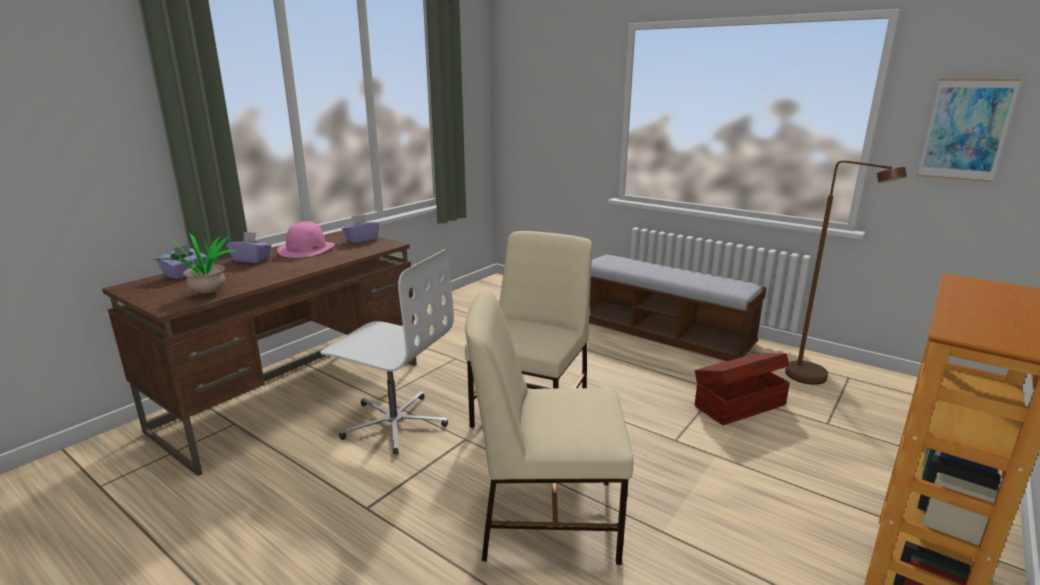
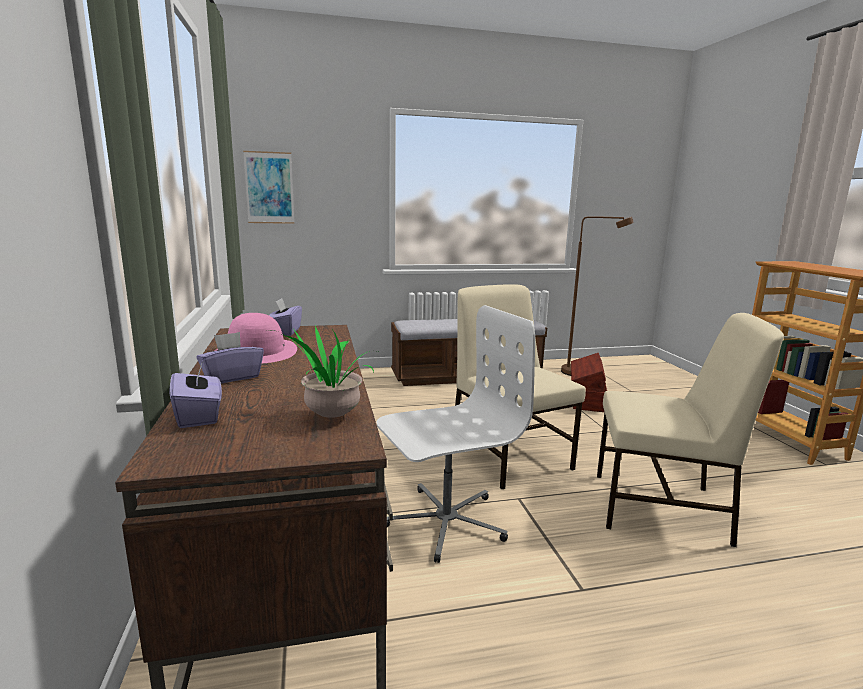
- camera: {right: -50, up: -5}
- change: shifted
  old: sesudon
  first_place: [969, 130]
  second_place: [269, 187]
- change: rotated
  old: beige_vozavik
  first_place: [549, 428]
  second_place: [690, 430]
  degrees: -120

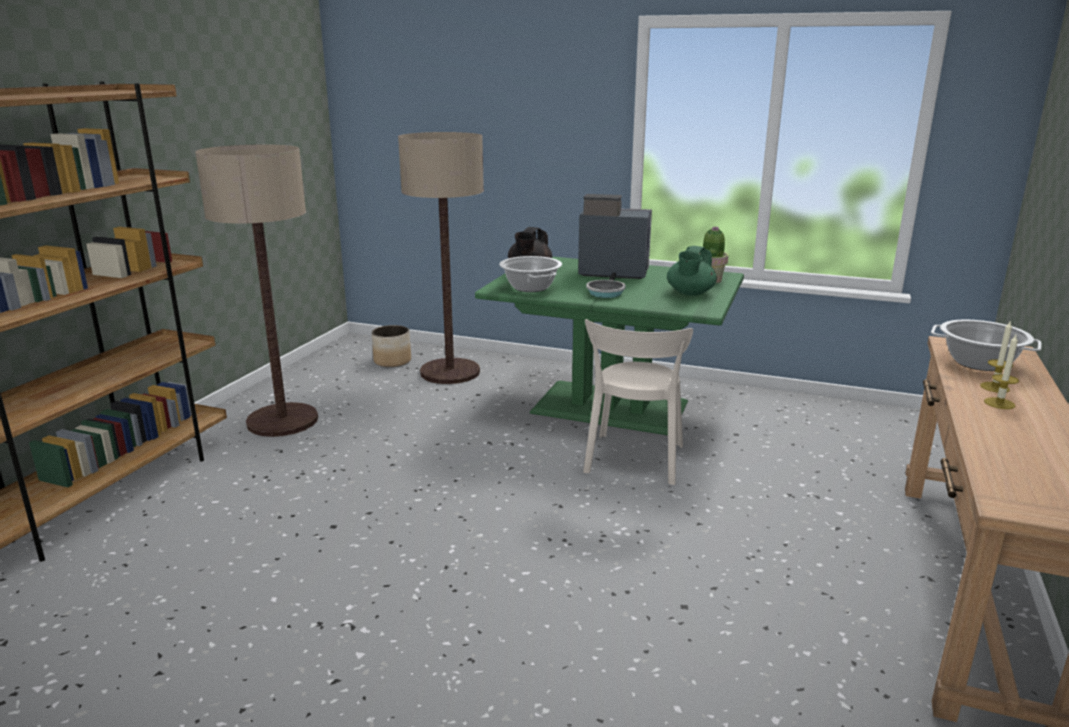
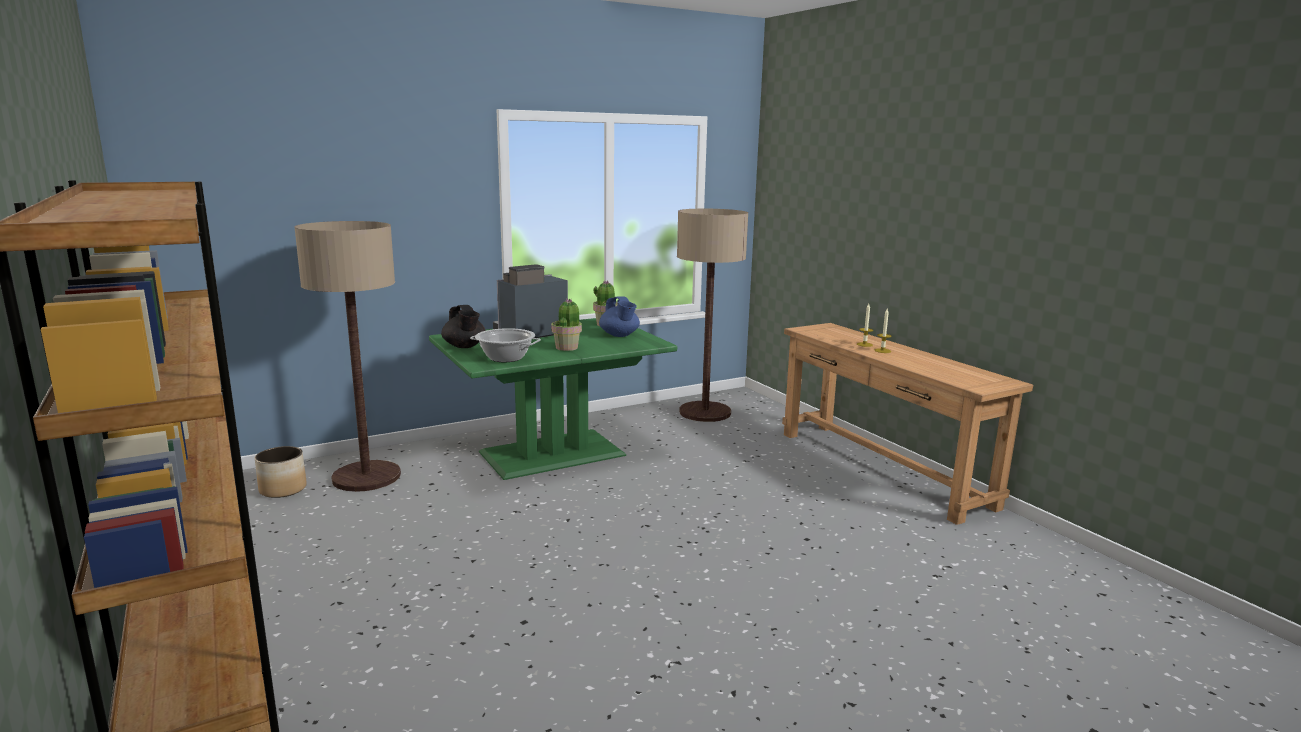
- camera: {right: -50, up: -5}
- change: shifted
  old: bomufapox
  first_place: [256, 291]
  second_place: [712, 315]
- change: repainted
  old: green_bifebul
  new: blue_bifebul
  first_place: [692, 271]
  second_place: [619, 316]
- change: swapped
  old: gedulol
  new: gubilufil
  first_place: [606, 285]
  second_place: [566, 324]
- change: gone
  old: beige_vozavik
  first_place: [638, 402]
- change: gone
  old: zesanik
  first_place: [986, 345]

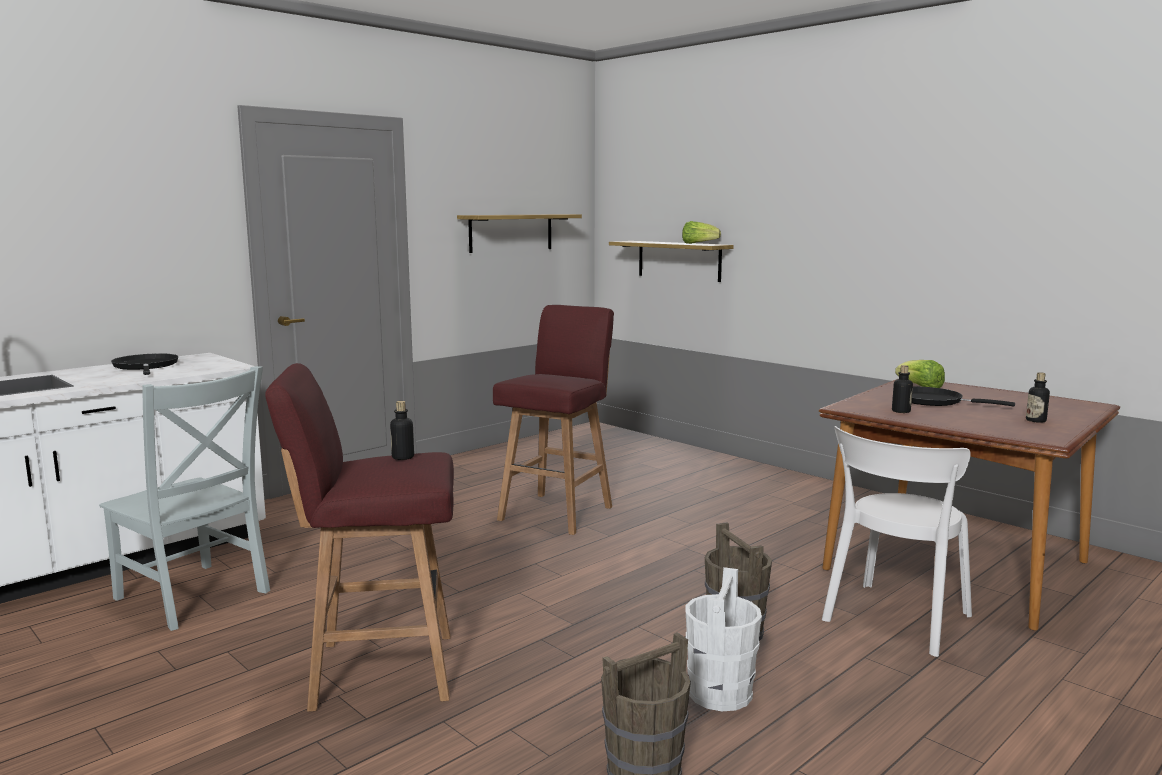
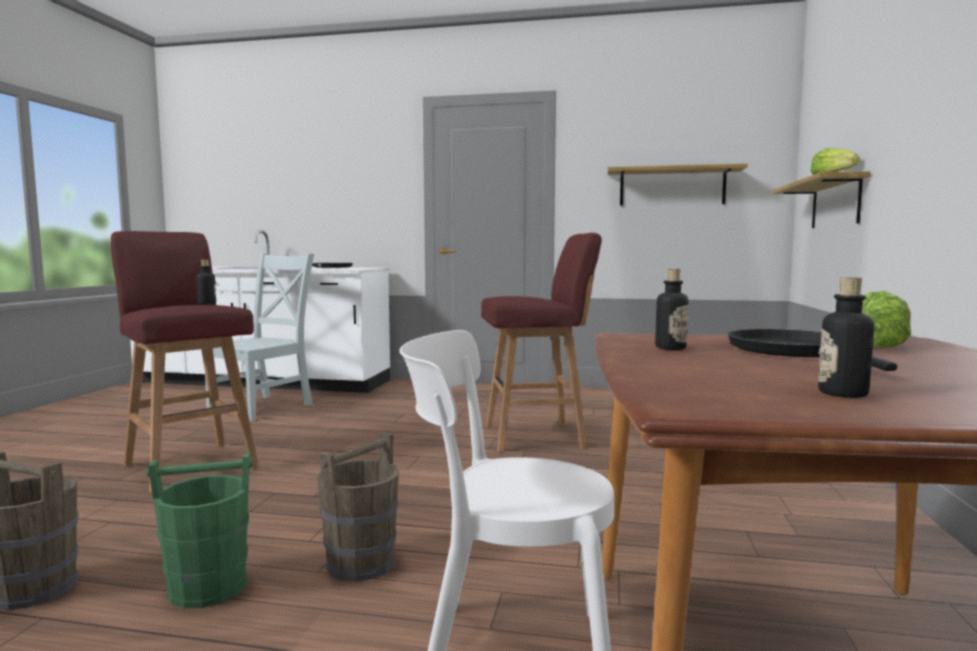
- camera: {right: 55, up: -5}
- change: rotated
  old: grey_vozavik
  first_place: [184, 498]
  second_place: [259, 337]
  degrees: -150
- change: repainted
  old: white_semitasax
  new: green_semitasax
  first_place: [723, 639]
  second_place: [200, 530]

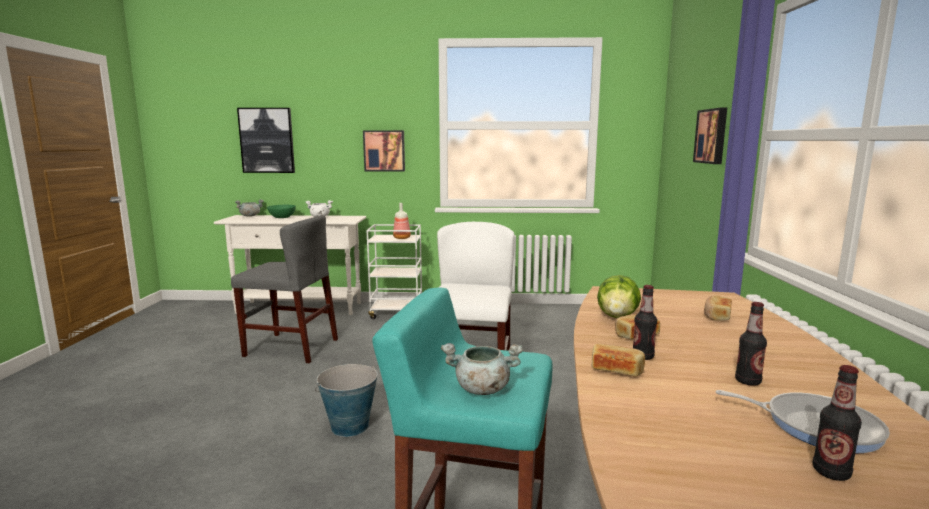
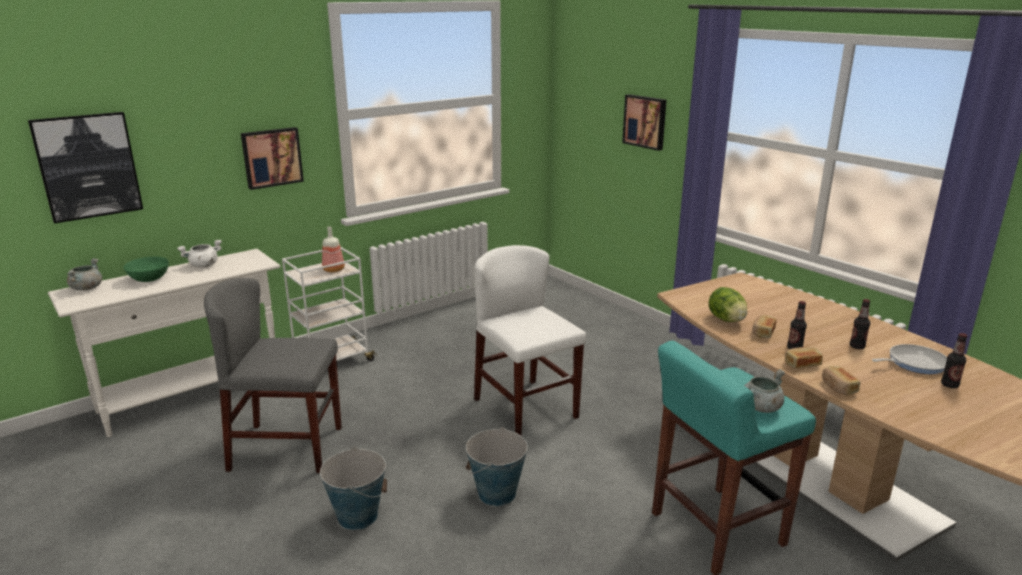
- camera: {right: -40, up: 10}
- change: rotated
  old: grey_vozavik
  first_place: [284, 289]
  second_place: [273, 375]
  degrees: -150
- change: shifted
  old: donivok
  first_place: [718, 308]
  second_place: [841, 381]
- change: new
  new: semitasax
  second_place: [353, 488]

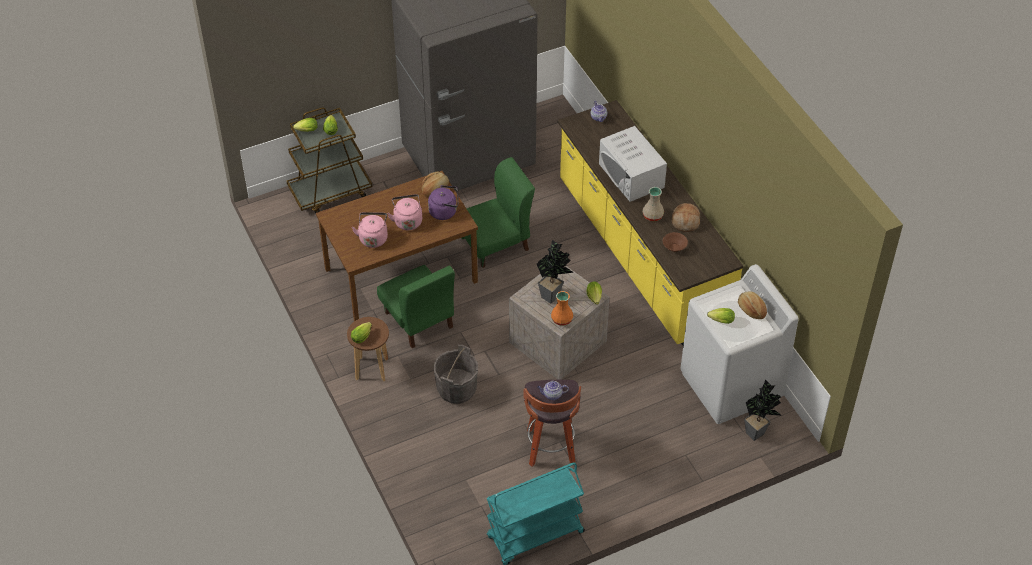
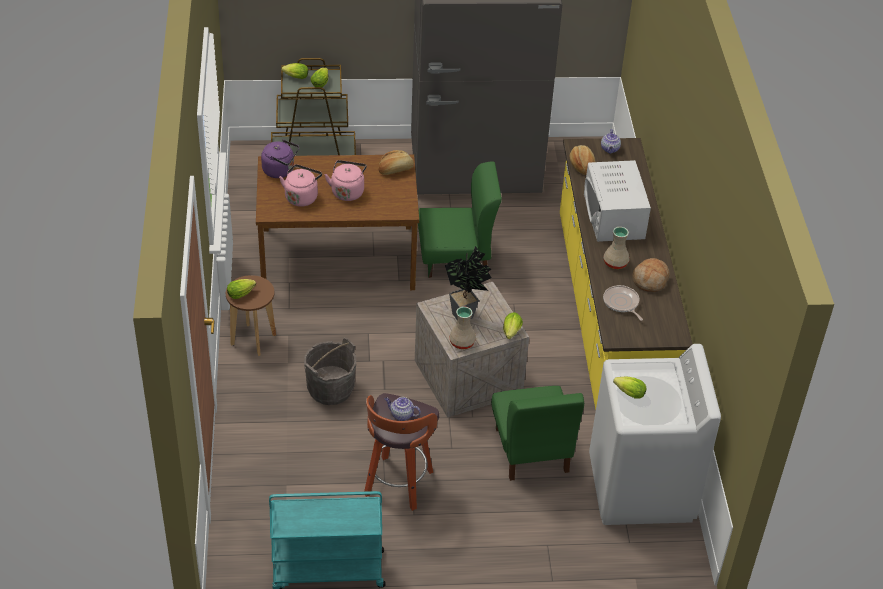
- camera: {right: 20, up: -5}
- change: shifted
  old: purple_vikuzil
  first_place: [443, 202]
  second_place: [280, 158]
- change: swapped
  old: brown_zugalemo
  new: gedulol
  first_place: [675, 242]
  second_place: [623, 303]
- change: shifted
  old: green_vozavik
  first_place: [416, 306]
  second_place: [537, 433]
- change: repainted
  old: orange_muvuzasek
  new: beige_muvuzasek
  first_place: [562, 308]
  second_place: [462, 328]
- change: shifted
  old: donivok
  first_place: [752, 305]
  second_place: [582, 160]
- change: gone
  old: gubilufil
  first_place: [763, 410]

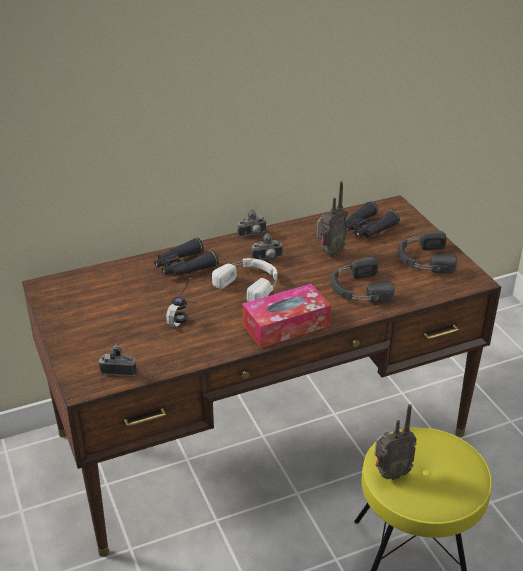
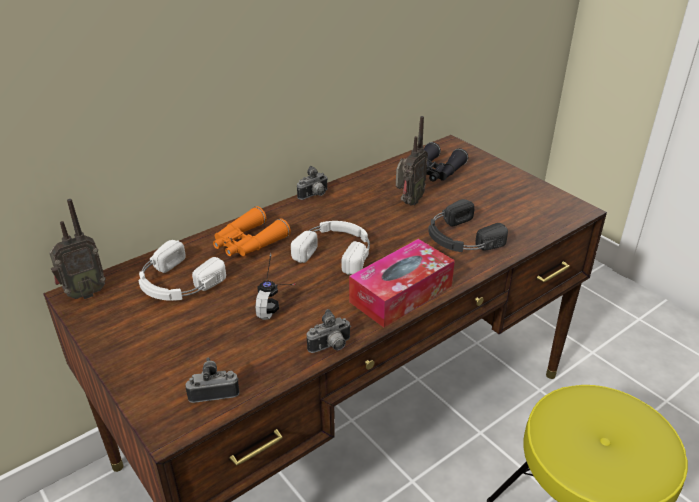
- camera: {right: -15, up: 0}
- change: gone
  old: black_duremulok
  first_place: [427, 252]
- change: shifted
  old: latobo
  first_place: [267, 247]
  second_place: [329, 331]
- change: repainted
  old: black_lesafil
  new: orange_lesafil
  first_place: [186, 257]
  second_place: [252, 231]
- change: shifted
  old: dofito
  first_place: [396, 442]
  second_place: [77, 249]
- change: new
  new: white_duremulok
  second_place: [182, 270]

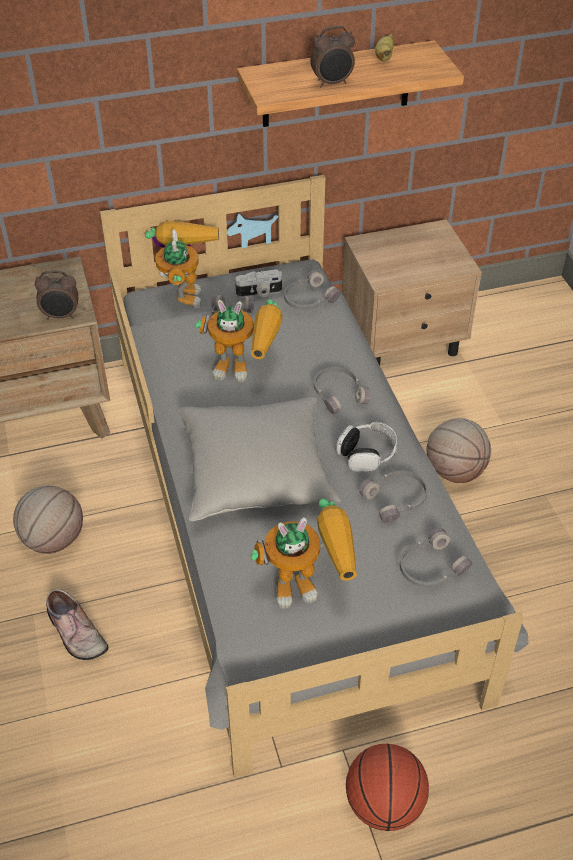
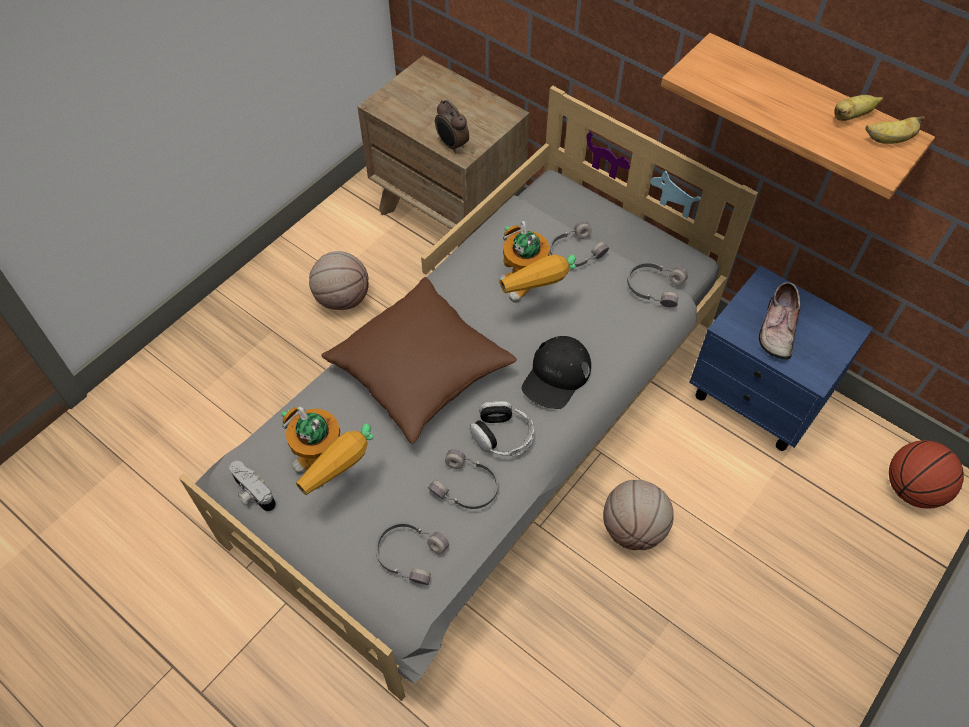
- camera: {right: 55, up: 10}
- change: gone
  old: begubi
  first_place: [332, 57]
- change: repainted
  old: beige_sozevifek
  new: blue_sozevifek
  first_place: [412, 292]
  second_place: [781, 358]
- change: gone
  old: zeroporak
  first_place: [182, 264]
- change: shifted
  old: latobo
  first_place: [258, 283]
  second_place: [252, 486]
- change: swapped
  old: grey_duremulok
  new: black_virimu
  first_place: [342, 390]
  second_place: [556, 372]
- change: repainted
  old: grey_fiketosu
  new: brown_fiketosu
  first_place: [259, 459]
  second_place: [419, 360]
- change: shifted
  old: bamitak
  first_place: [77, 624]
  second_place: [780, 321]
- change: shifted
  old: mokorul
  first_place: [387, 787]
  second_place: [926, 474]
- change: new
  new: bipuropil
  second_place: [894, 130]

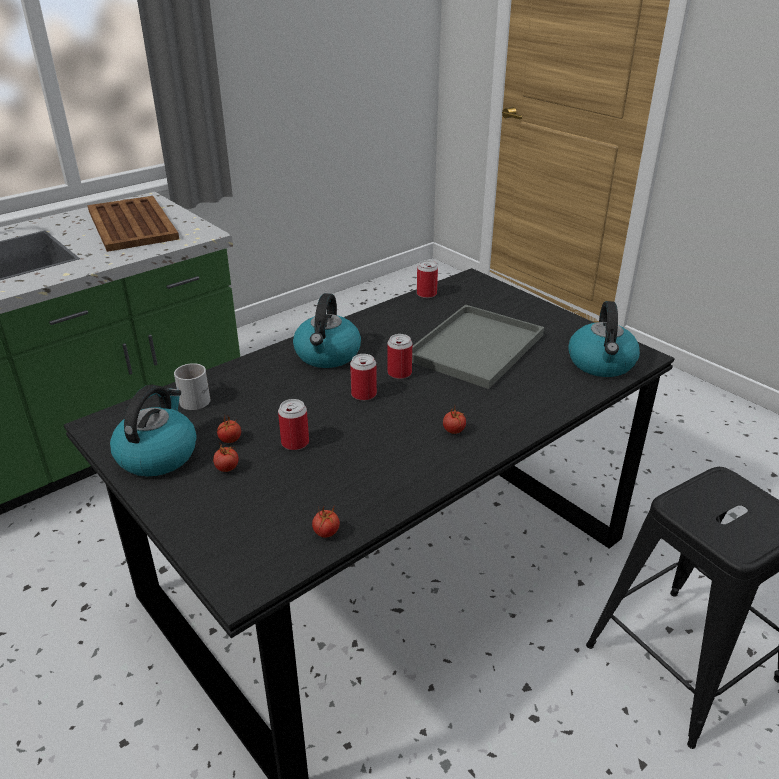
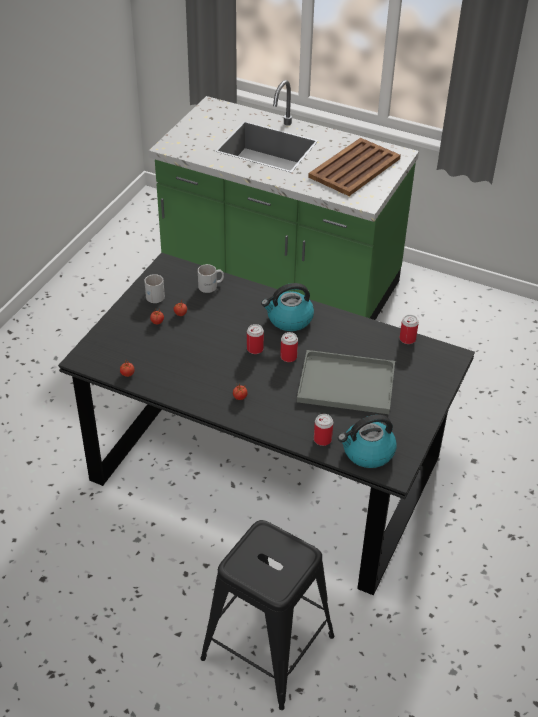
- camera: {right: 65, up: 10}
- change: swapped
  old: vikuzil
  new: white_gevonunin
  first_place: [153, 430]
  second_place: [155, 288]
- change: shifted
  old: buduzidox
  first_place: [293, 424]
  second_place: [323, 430]

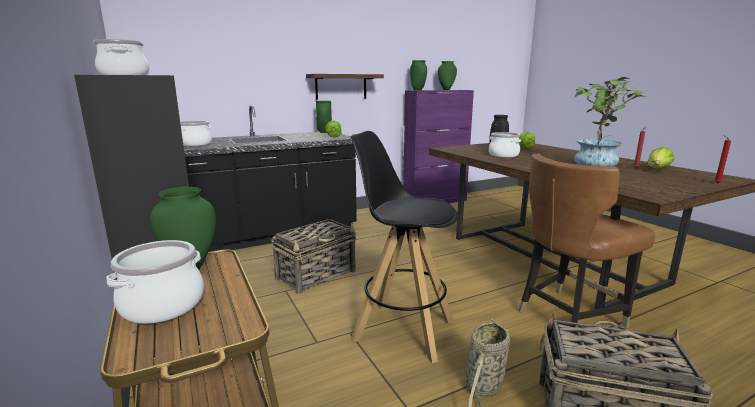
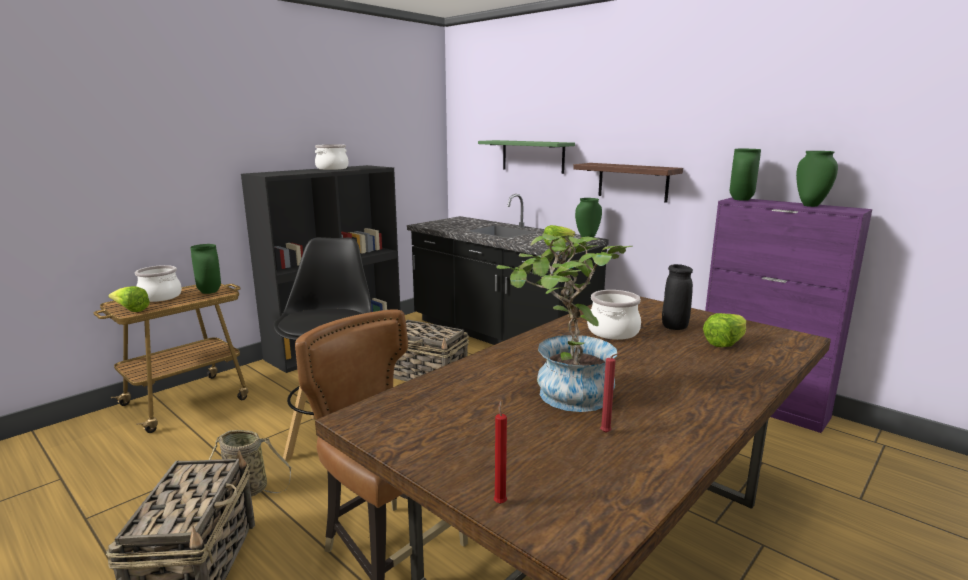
- camera: {right: 70, up: 0}
- change: gone
  old: zesanik
  first_place: [196, 133]
- change: shifted
  old: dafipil
  first_place: [661, 158]
  second_place: [129, 299]
- change: new
  new: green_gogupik
  second_place: [526, 157]

